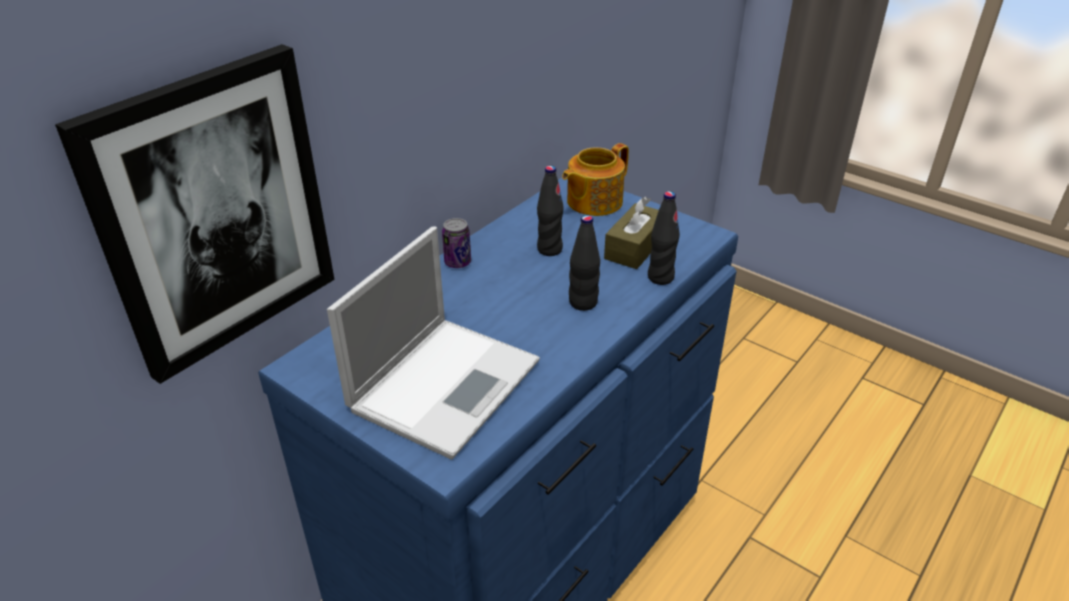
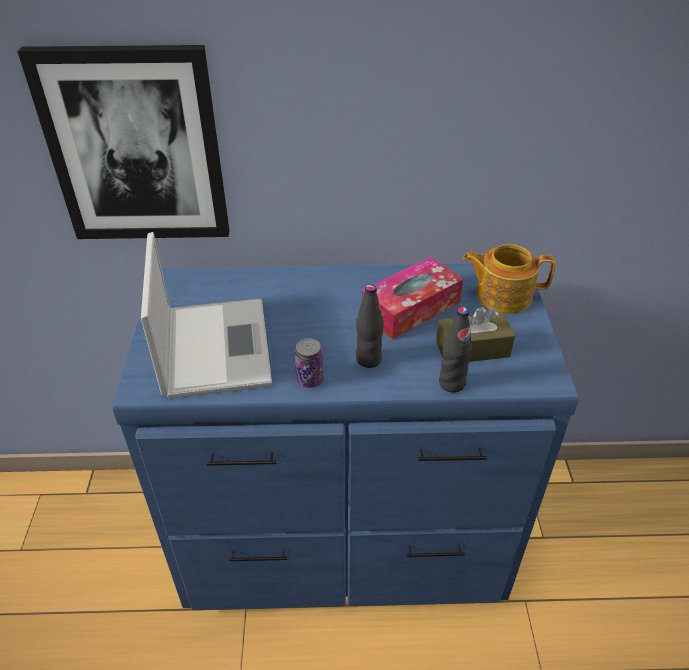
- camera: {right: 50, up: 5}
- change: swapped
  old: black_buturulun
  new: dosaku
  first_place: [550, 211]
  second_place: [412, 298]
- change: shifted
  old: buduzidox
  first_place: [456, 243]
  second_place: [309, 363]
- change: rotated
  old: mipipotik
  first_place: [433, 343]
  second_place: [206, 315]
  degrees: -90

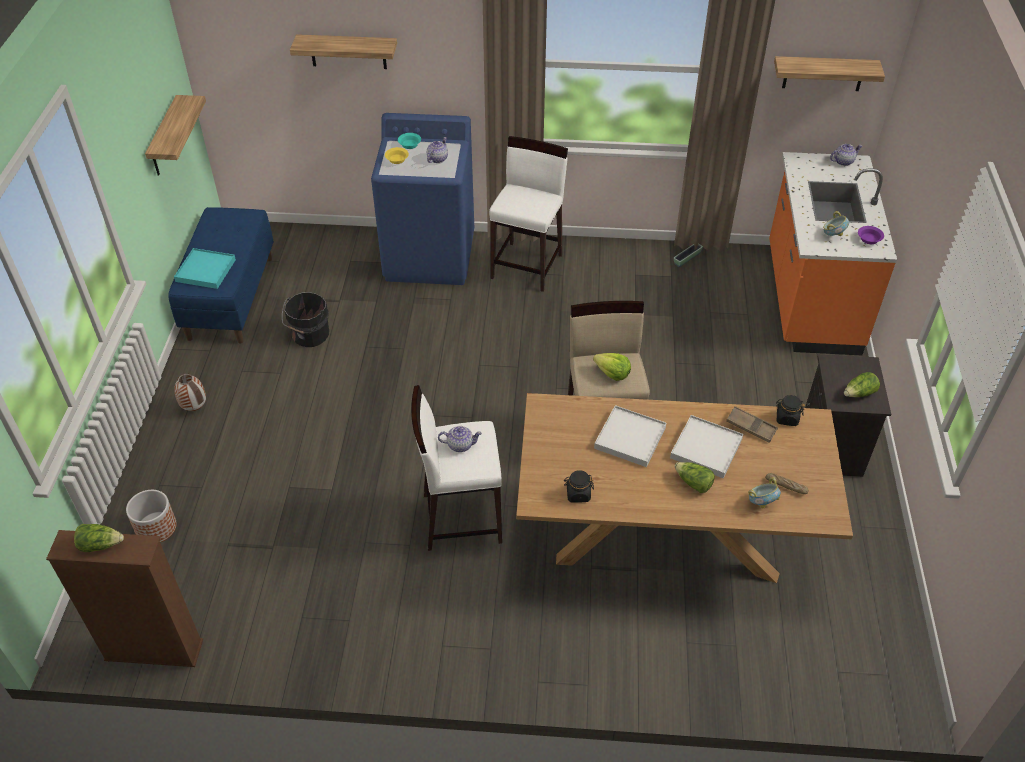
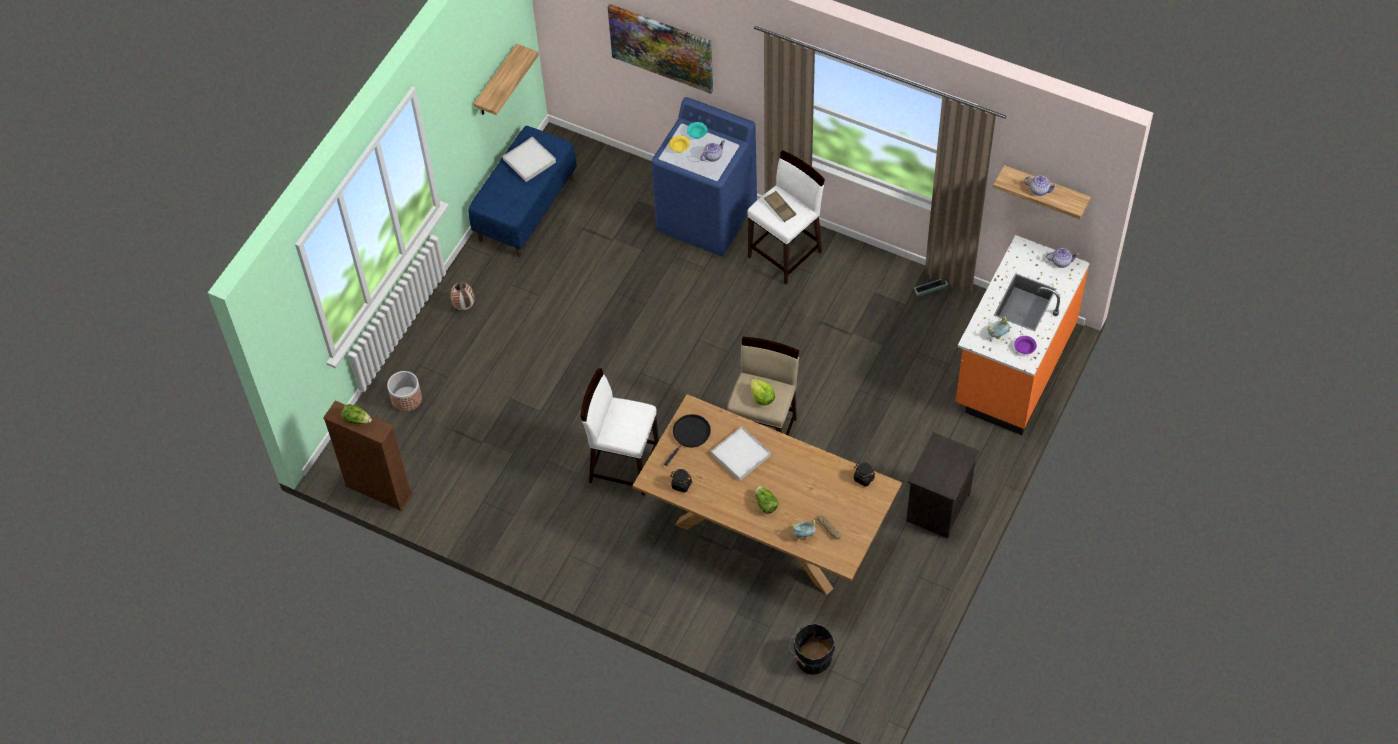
- camera: {right: 25, up: 10}
- change: swapped
  old: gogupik
  new: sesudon
  first_place: [343, 51]
  second_place: [660, 49]
- change: gone
  old: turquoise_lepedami
  first_place: [205, 268]
- change: shifted
  old: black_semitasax
  first_place: [305, 319]
  second_place: [812, 649]
- change: gone
  old: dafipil
  first_place: [862, 384]
- change: shifted
  old: brown_lepedami
  first_place: [752, 424]
  second_place: [780, 206]
- change: shifted
  old: white_lepedami
  first_place: [706, 446]
  second_place: [529, 159]
- change: shifted
  old: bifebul
  first_place: [460, 439]
  second_place: [1040, 186]
- change: new
  new: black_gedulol
  second_place: [687, 440]

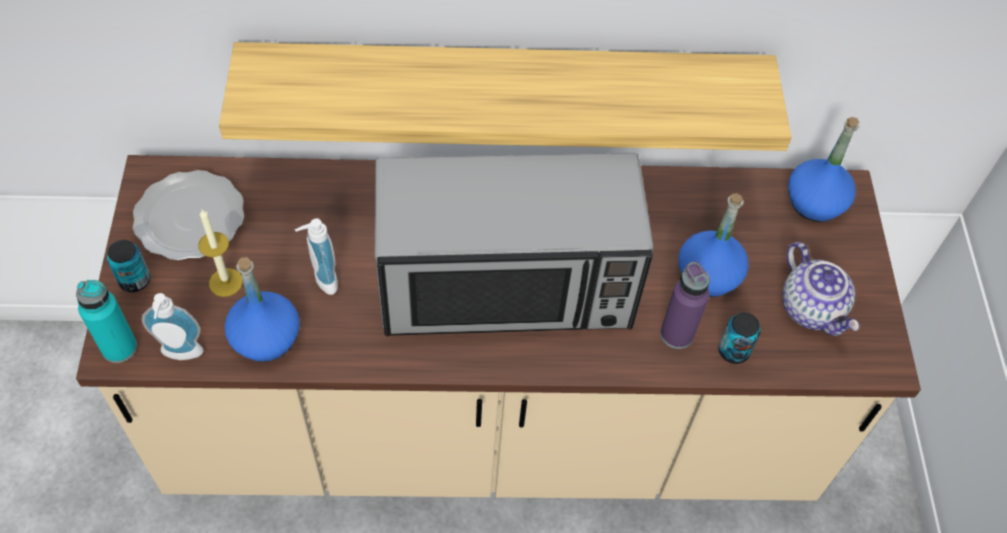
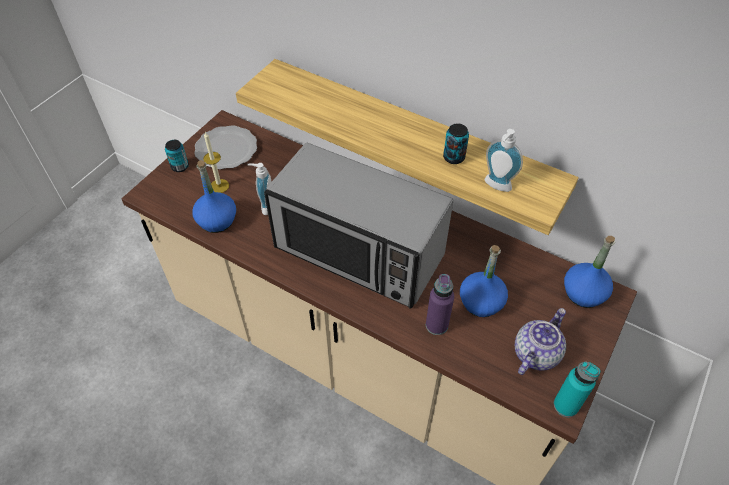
- camera: {right: 35, up: -5}
- change: rotated
  old: bifebul
  first_place: [820, 289]
  second_place: [540, 341]
  degrees: -150
- change: shifted
  old: turquoise_buturulun
  first_place: [106, 321]
  second_place: [577, 389]
- change: shifted
  old: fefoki
  first_place: [173, 326]
  second_place: [504, 160]
- change: shifted
  old: buduzidox
  first_place: [739, 338]
  second_place: [456, 144]

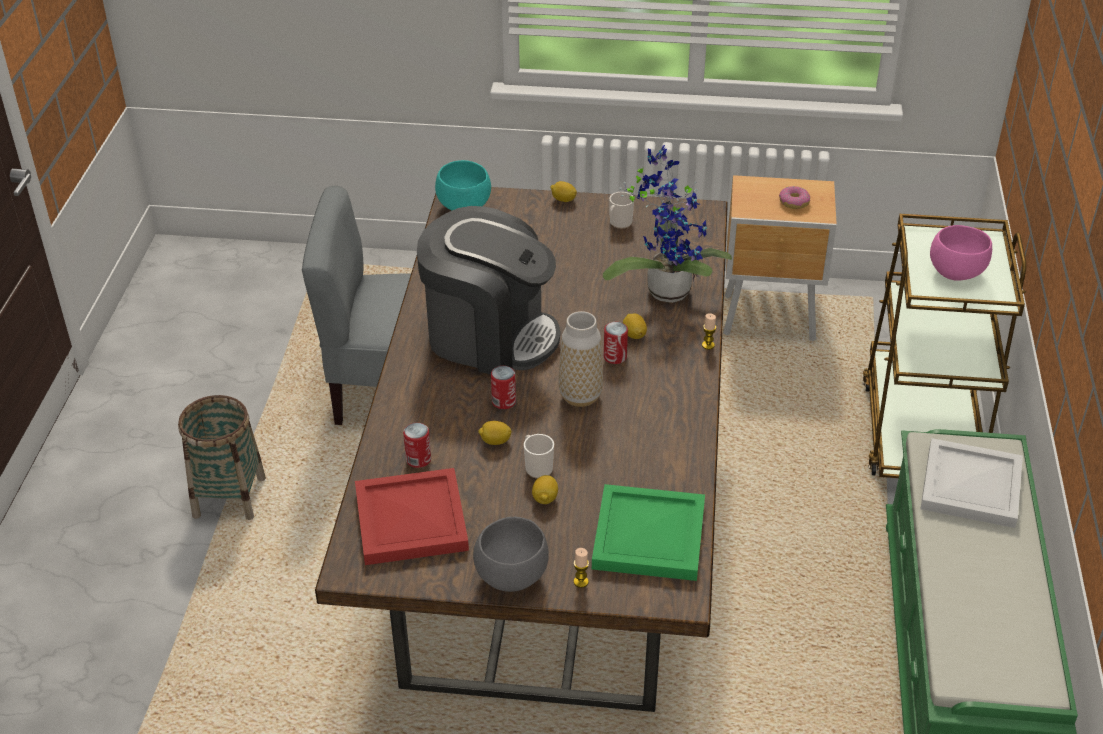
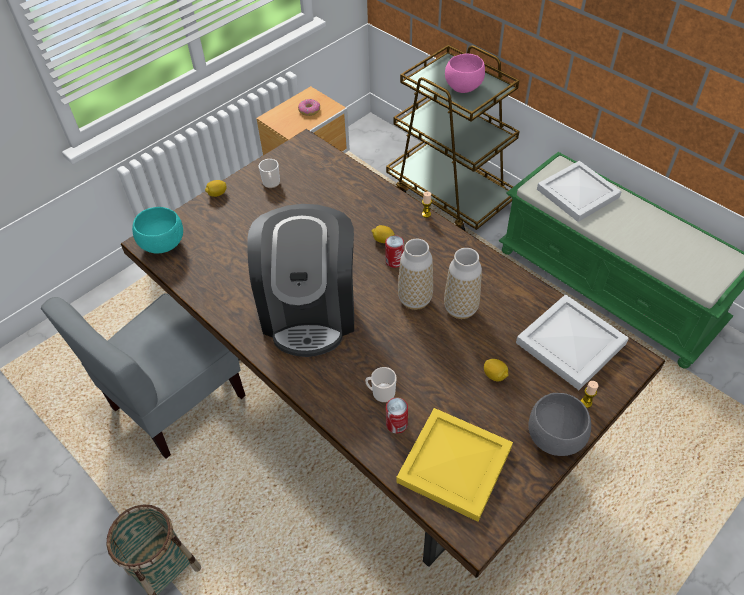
- camera: {right: -50, up: 10}
- change: gone
  old: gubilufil
  first_place: [667, 224]
- change: rotated
  old: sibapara
  first_place: [488, 290]
  second_place: [300, 280]
  degrees: 120
- change: gone
  old: buduzidox
  first_place: [503, 387]
- change: gone
  old: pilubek
  first_place: [495, 433]
- change: shifted
  old: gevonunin
  first_place: [539, 456]
  second_place: [381, 385]
- change: repainted
  old: red_lepedami
  new: yellow_lepedami
  first_place: [412, 516]
  second_place: [454, 465]
- change: repainted
  old: green_lepedami
  new: white_lepedami
  first_place: [648, 532]
  second_place: [572, 342]
- change: new
  new: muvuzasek
  second_place: [463, 283]

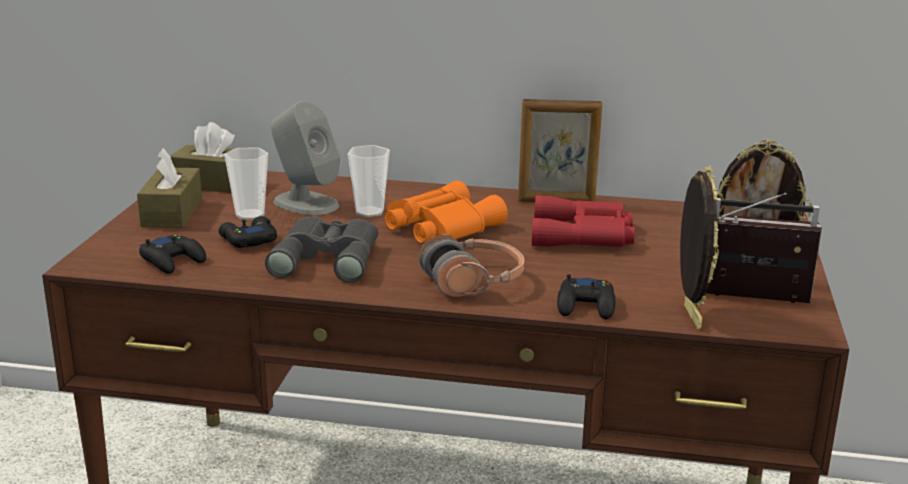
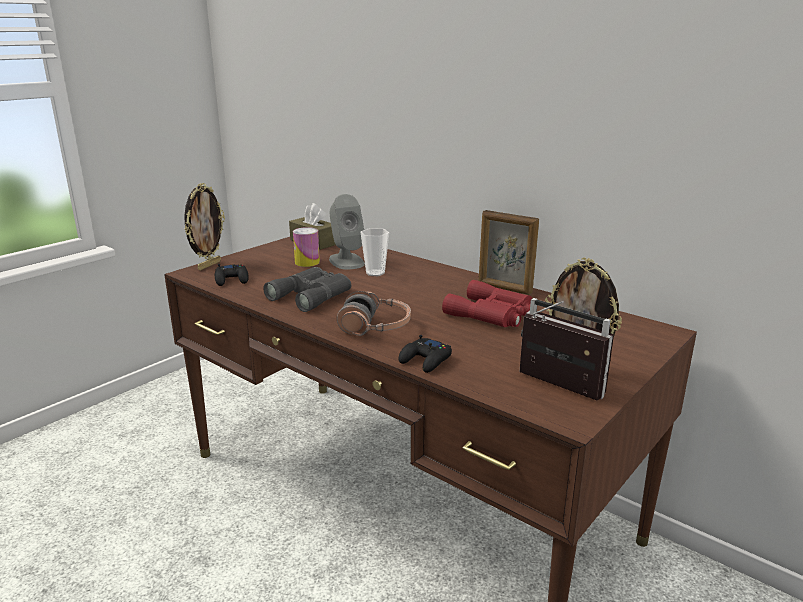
- camera: {right: 30, up: 0}
- change: gone
  old: brown_dosaku
  first_place: [169, 188]
- change: swapped
  old: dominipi
  new: buduzidox
  first_place: [246, 184]
  second_place: [306, 247]
- change: shifted
  old: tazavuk
  first_place: [699, 247]
  second_place: [204, 226]
- change: gone
  old: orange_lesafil
  first_place: [446, 211]
- change: gone
  old: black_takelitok
  first_place: [248, 232]

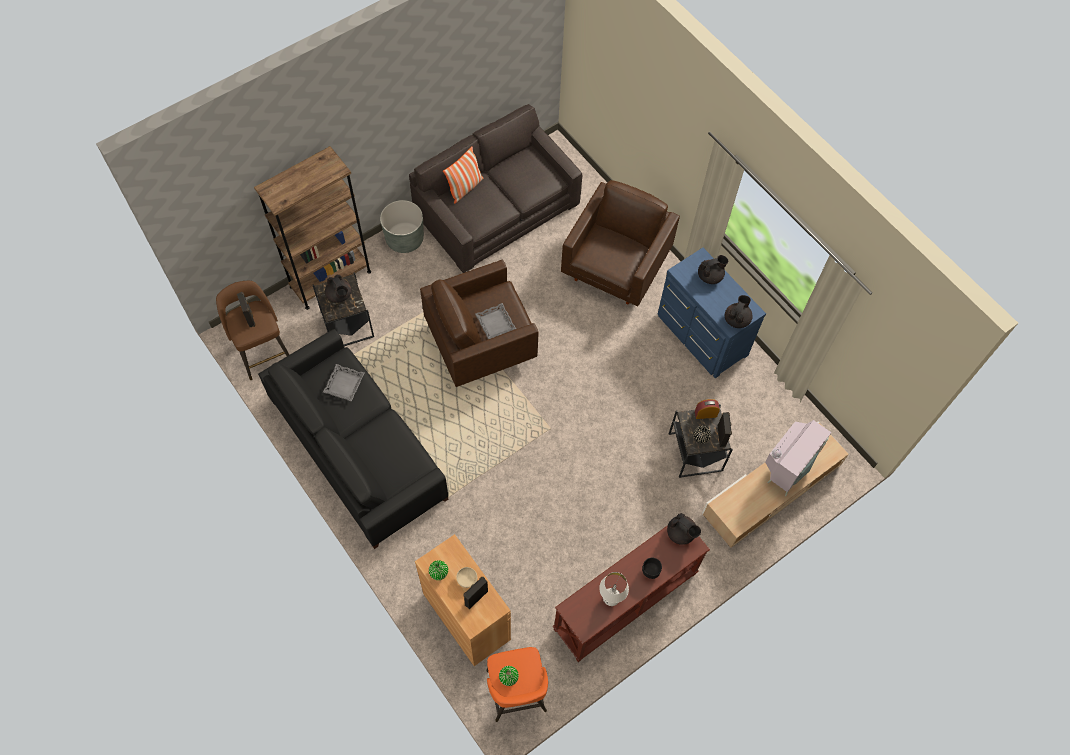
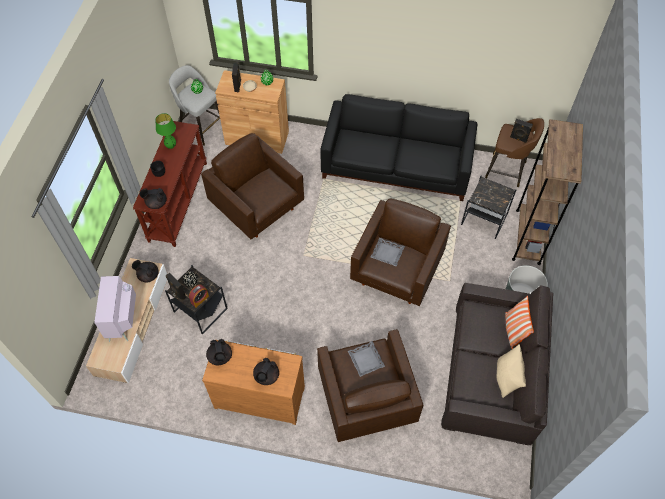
- camera: {right: 140, up: -5}
- change: repainted
  old: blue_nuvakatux
  new: brown_nuvakatux
  first_place: [712, 313]
  second_place: [253, 382]
- change: shifted
  old: black_bifebul
  first_place: [338, 289]
  second_place: [145, 271]
- change: shifted
  old: grey_lepedami
  first_place: [344, 383]
  second_place: [366, 359]
- change: repainted
  old: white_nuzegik
  new: green_nuzegik
  first_place: [614, 589]
  second_place: [165, 131]
- change: repainted
  old: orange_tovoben
  new: grey_tovoben
  first_place: [517, 684]
  second_place: [194, 105]
- change: new
  new: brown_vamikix
  second_place: [252, 186]
- change: new
  new: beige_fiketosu
  second_place: [511, 371]

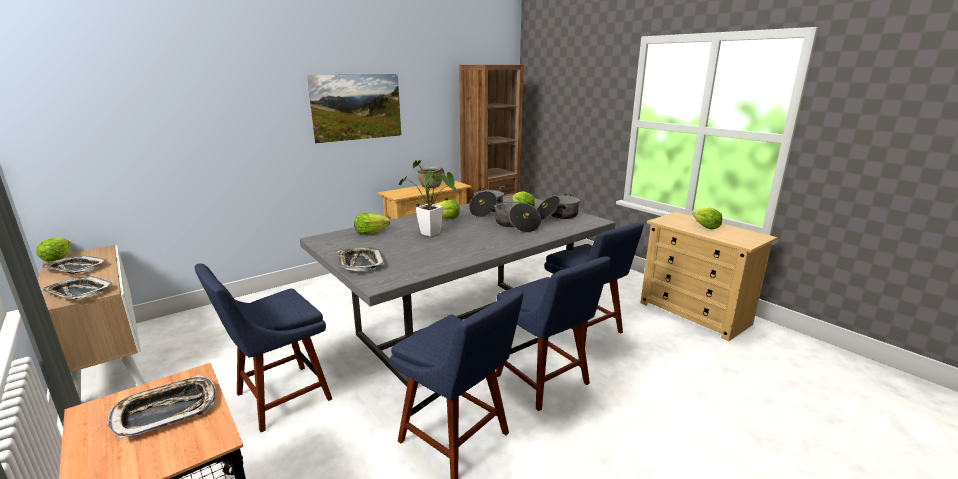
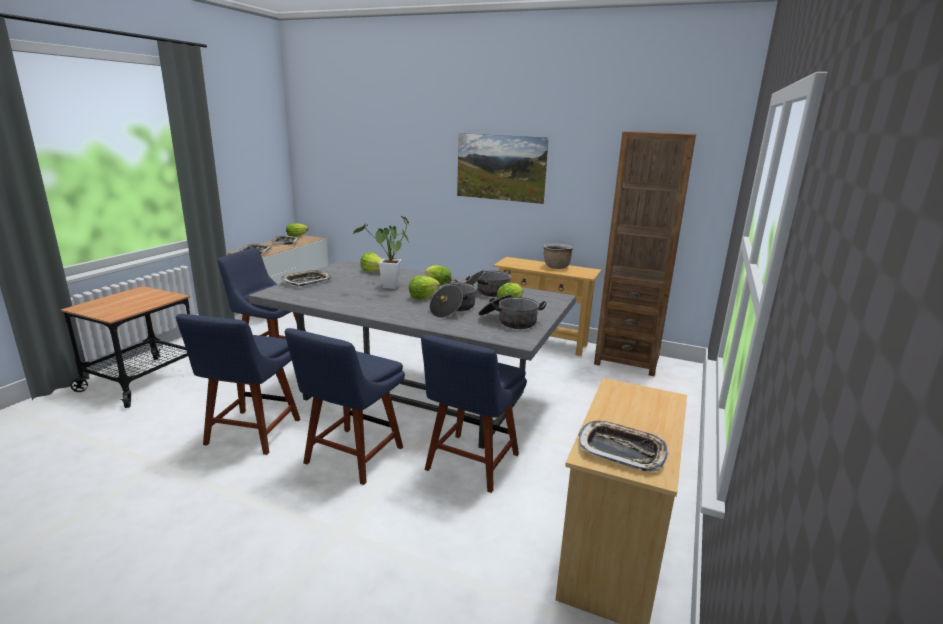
- camera: {right: 60, up: 0}
- change: shifted
  old: dafipil
  first_place: [707, 218]
  second_place: [424, 288]
- change: shifted
  old: lepedami
  first_place: [161, 407]
  second_place: [623, 446]

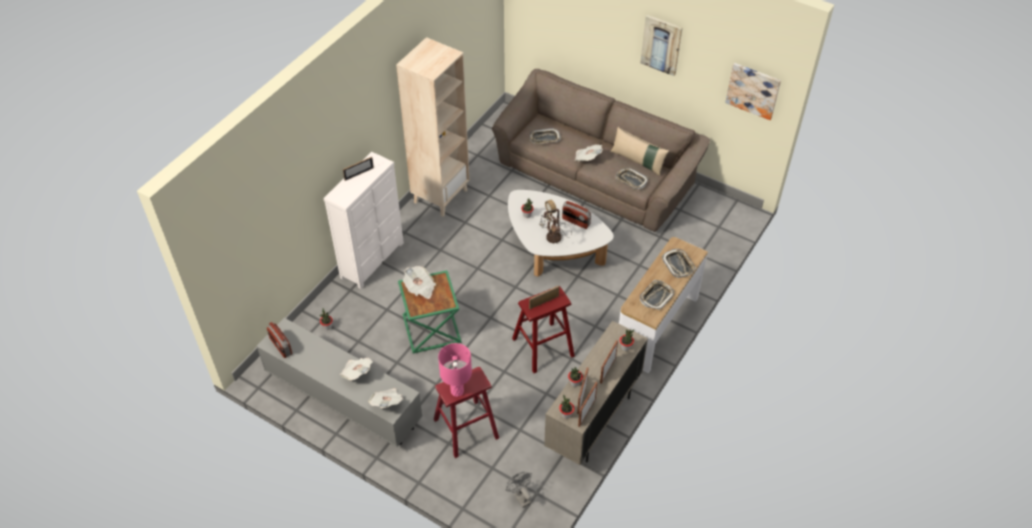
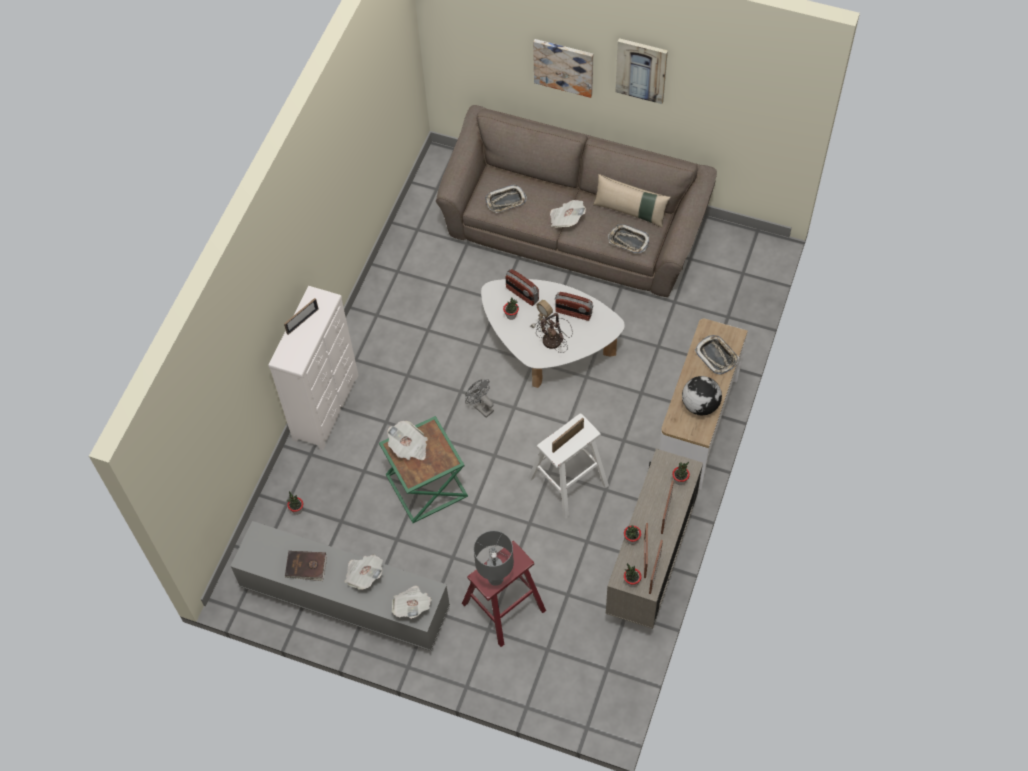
- camera: {right: -10, up: 10}
- change: gone
  old: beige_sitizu
  first_place: [433, 126]
- change: shifted
  old: sesudon
  first_place: [753, 91]
  second_place: [563, 68]
- change: swapped
  old: lepedami
  new: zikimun
  first_place: [657, 295]
  second_place: [702, 395]
- change: repainted
  old: red_tovoben
  new: white_tovoben
  first_place: [543, 329]
  second_place: [568, 466]
- change: shifted
  old: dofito
  first_place: [279, 340]
  second_place: [522, 287]
- change: repainted
  old: pink_nuzegik
  new: grey_nuzegik
  first_place: [455, 370]
  second_place: [494, 558]
- change: shifted
  old: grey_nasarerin
  first_place: [519, 490]
  second_place: [479, 398]
- change: new
  new: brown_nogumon
  second_place: [306, 566]

